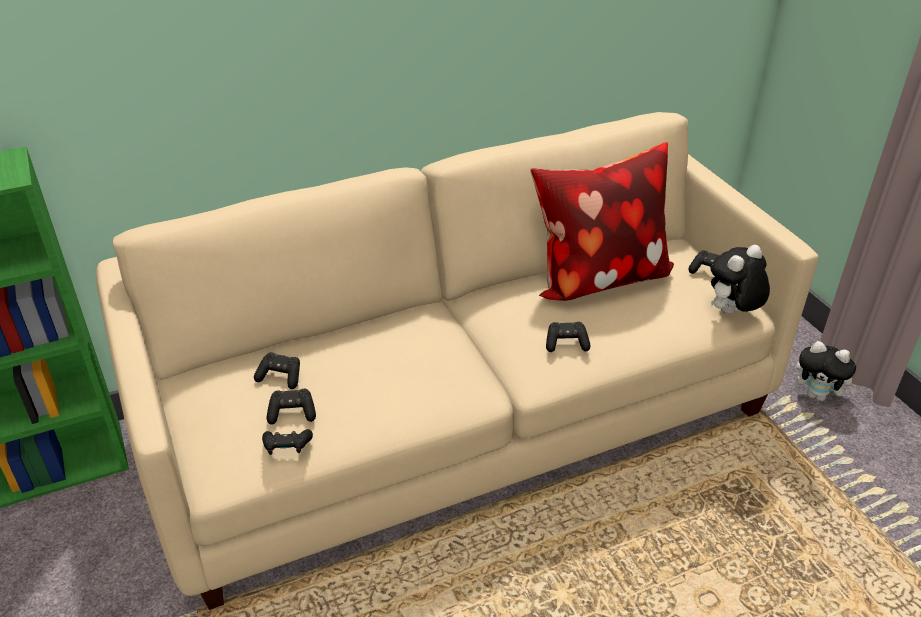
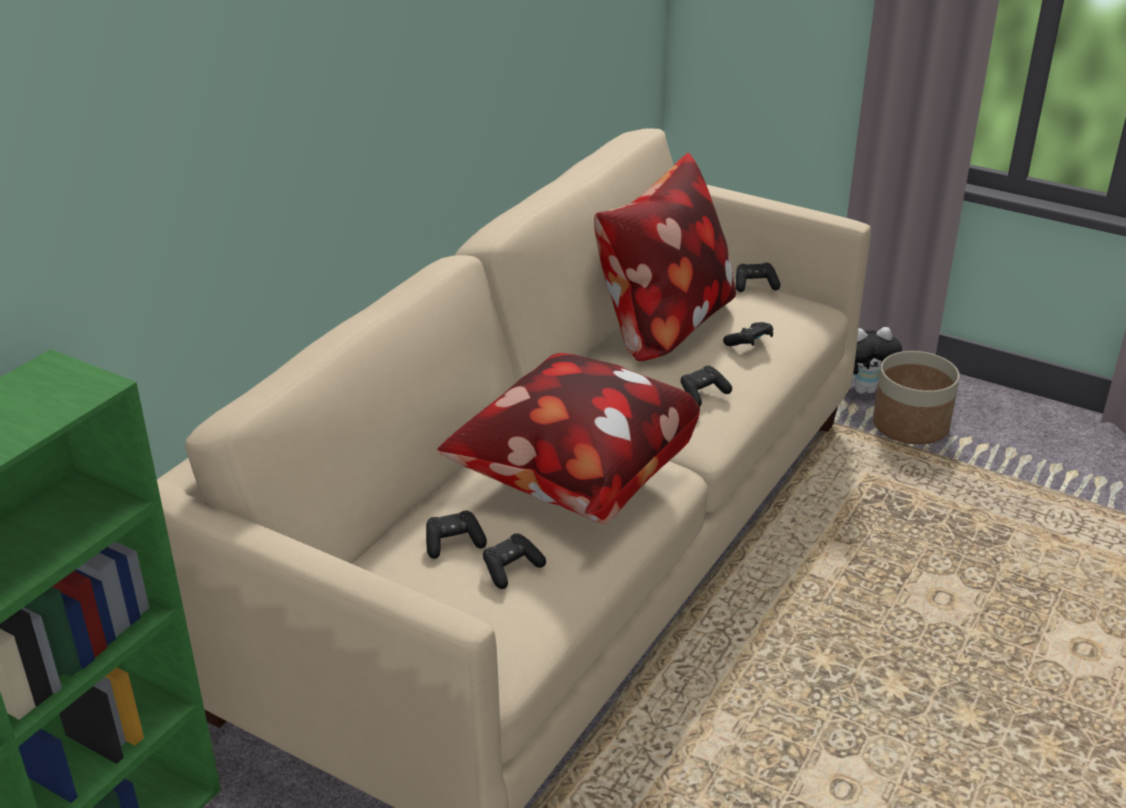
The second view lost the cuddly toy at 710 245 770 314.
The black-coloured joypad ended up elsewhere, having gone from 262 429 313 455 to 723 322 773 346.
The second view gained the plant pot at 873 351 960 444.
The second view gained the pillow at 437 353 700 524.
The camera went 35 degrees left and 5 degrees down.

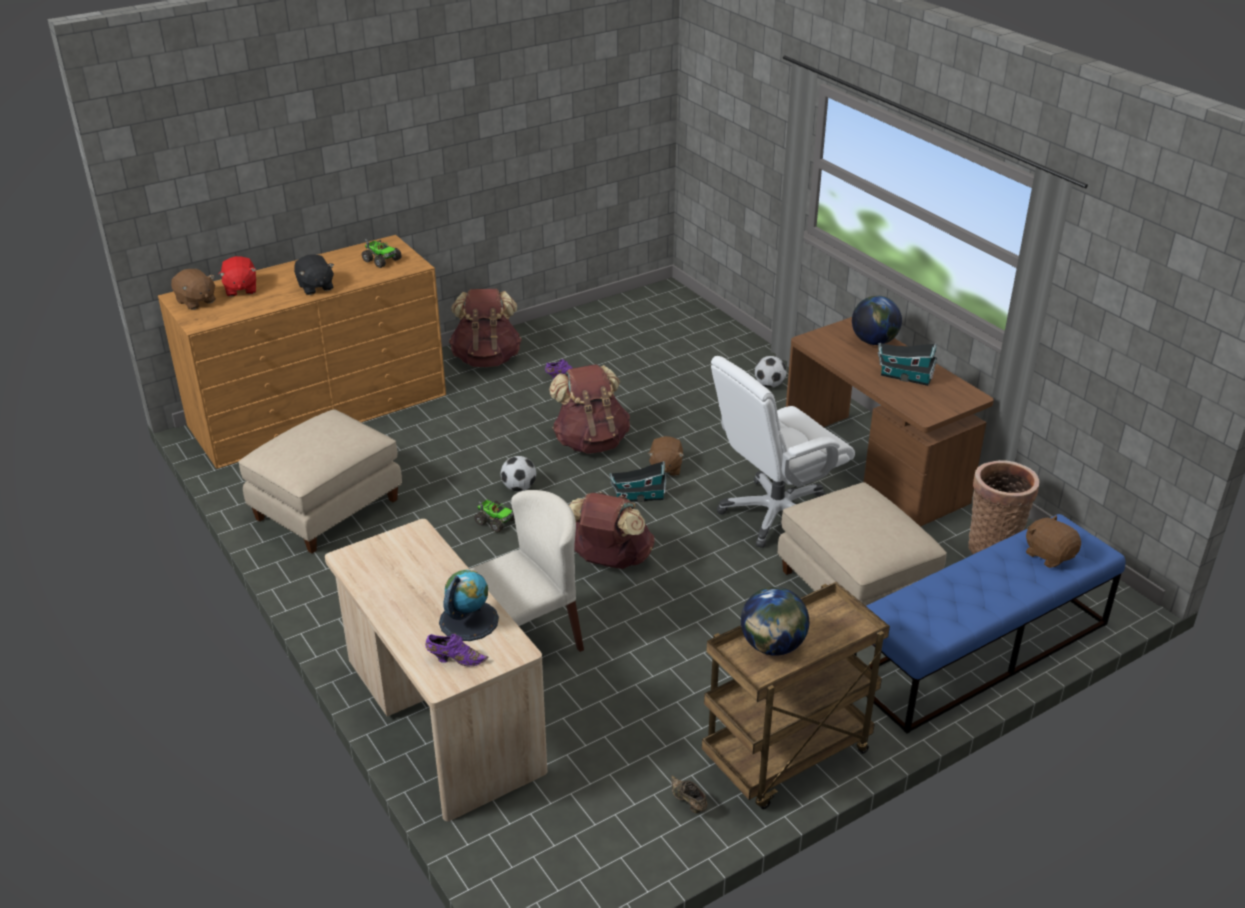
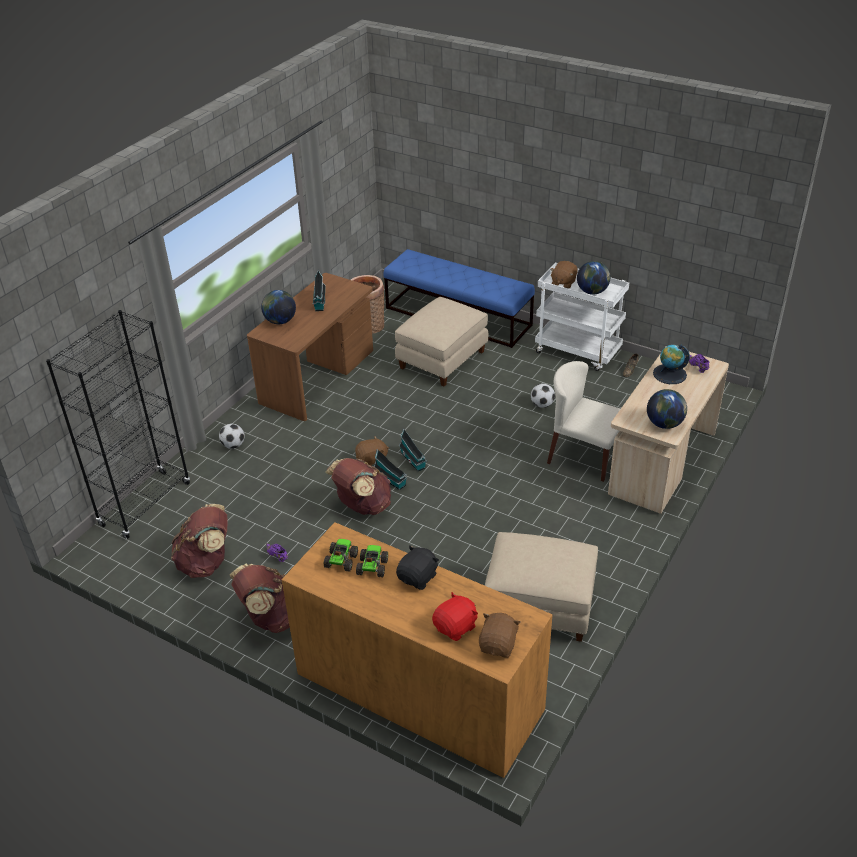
The second view lost the whitish desk chair at 711 356 855 548.
The football ended up elsewhere, having gone from 501 456 536 492 to 531 383 555 408.
The brownish knapsack ended up elsewhere, having gone from 569 492 655 569 to 171 504 227 578.
The model truck ended up elsewhere, having gone from 474 500 515 533 to 356 545 388 577.
The brownish cuddly toy ended up elsewhere, having gone from 1026 515 1081 568 to 550 261 578 289.
What was the brownish wheeled cart at 702 582 890 809 turned into the whitish wheeled cart at 535 262 629 371.
The second view gained the black-coloured bookshelf at 46 310 190 539.
The second view gained the desk globe at 647 389 687 429.
The second view gained the model house at 374 449 408 490.
The camera went 115 degrees left and 5 degrees up.

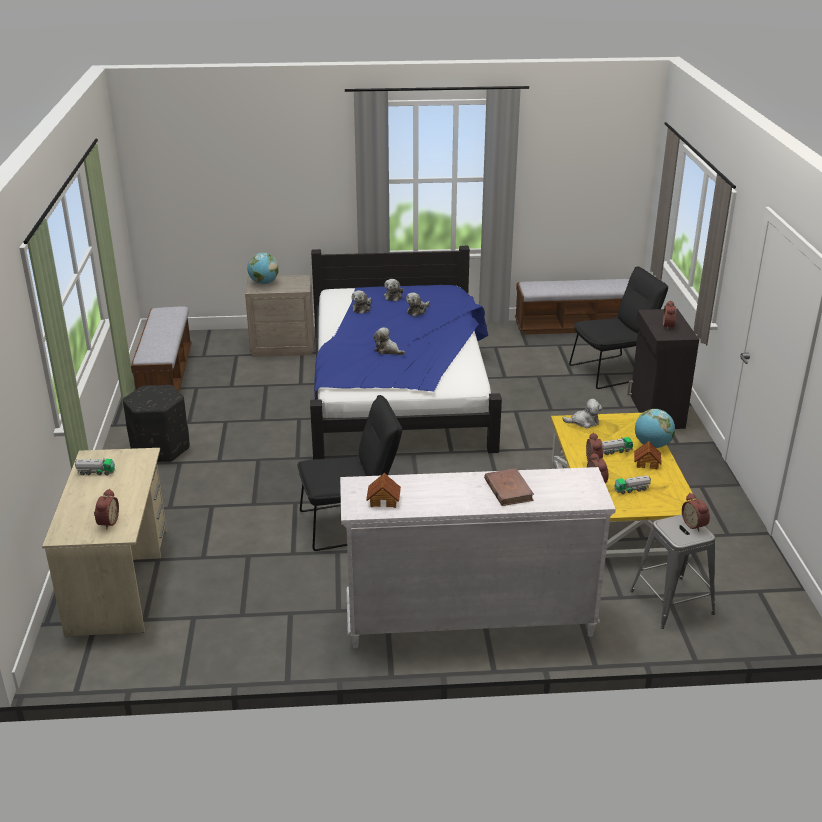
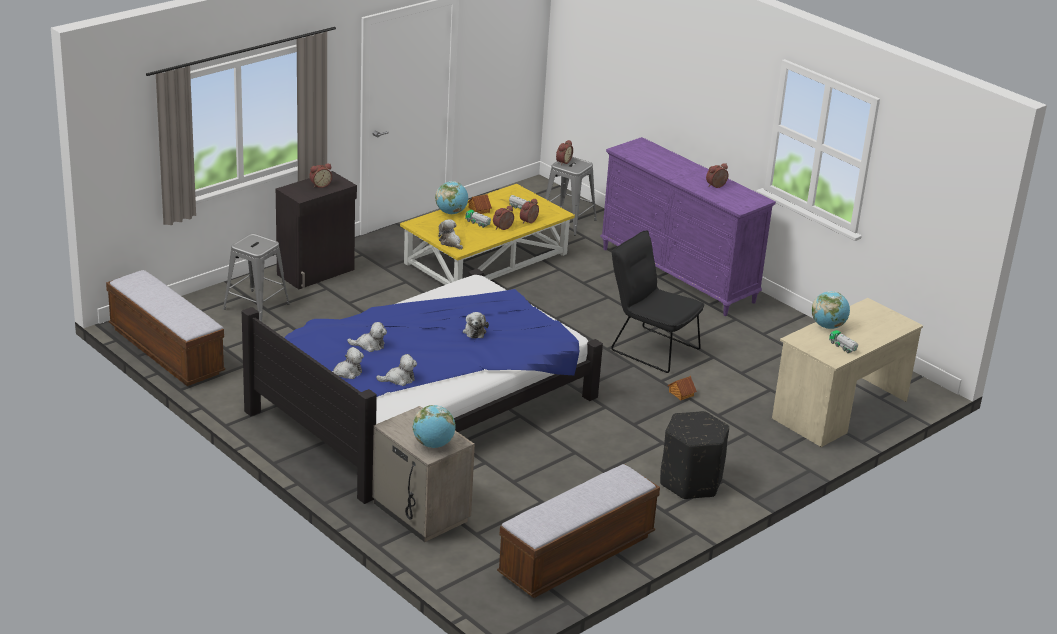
Where the black-coloured plain chair stood at 569 267 668 389, the gray stool seat came to stand at 223 234 290 322.
What was the whitish drawer chest at 340 467 616 648 turned into the purplish drawer chest at 600 137 776 316.
The second view lost the brownish volume at 484 468 534 506.
The model house ended up elsewhere, having gone from 366 473 401 508 to 667 376 697 401.
The bedside clock ended up elsewhere, having gone from 94 489 119 530 to 706 163 729 188.
The second view gained the desk globe at 812 291 850 329.
The camera went 130 degrees left and 0 degrees up.

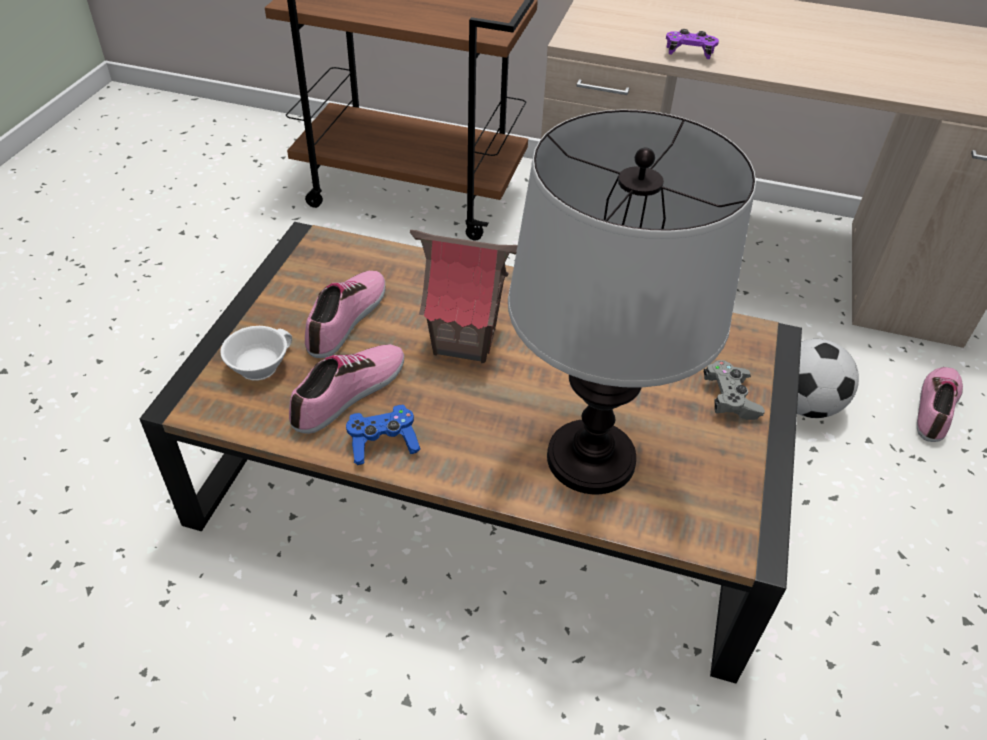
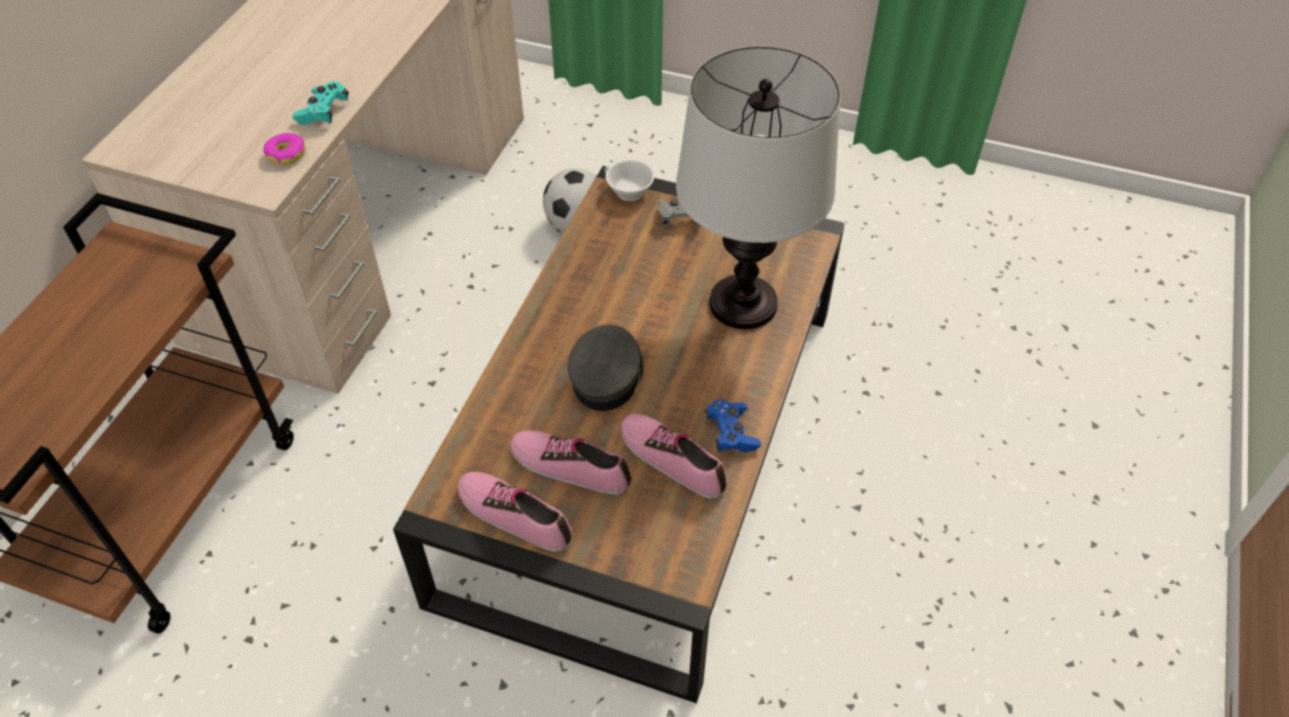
What was the purplish joypad at 666 29 719 59 turned into the turquoise joypad at 292 81 349 125.
Where the model house stood at 410 230 518 363, the gray peaked cap came to stand at 568 325 643 411.
The whitish small cup ended up elsewhere, having gone from 220 326 292 381 to 605 160 655 201.
The shoe ended up elsewhere, having gone from 917 367 963 442 to 457 472 572 552.
The second view gained the donut at 263 133 305 165.
The camera went 85 degrees left and 5 degrees up.

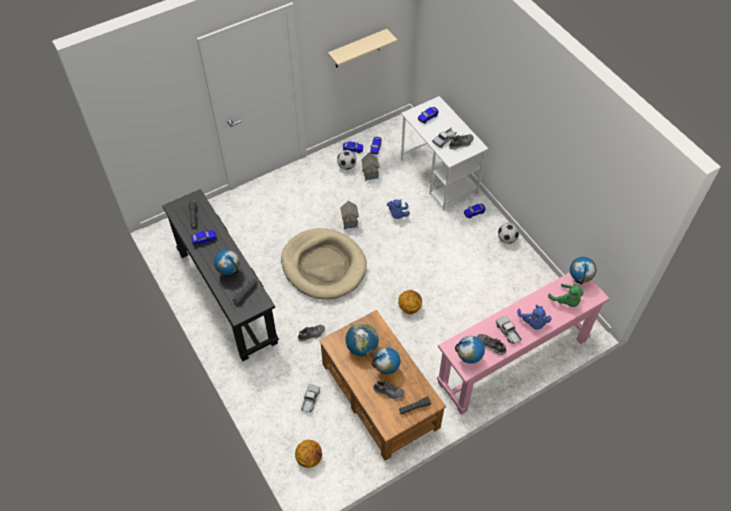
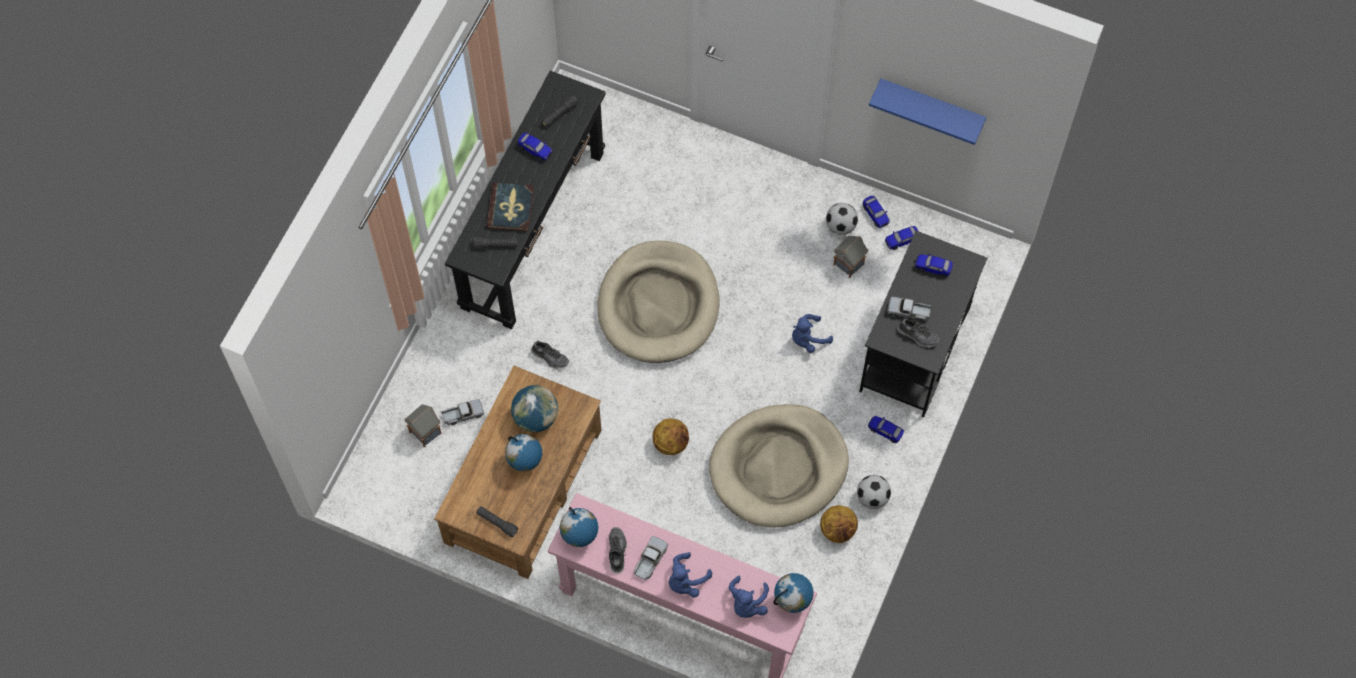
What was the beige-coloured bracket shelf at 328 29 398 68 turned into the blue-coloured bracket shelf at 869 79 986 145.
What was the whitish desk at 401 96 489 211 turned into the black-coloured desk at 859 231 987 417.
The model house ended up elsewhere, having gone from 340 201 359 230 to 405 404 441 447.
Where the desk globe stood at 214 249 240 276, the volume came to stand at 487 182 534 232.
What was the green cuddly toy at 548 284 583 307 turned into the blue-coloured cuddly toy at 728 576 769 618.
The second view lost the shoe at 373 381 404 399.
The basketball ball ended up elsewhere, having gone from 295 440 322 468 to 820 505 858 543.
The second view gained the beige-coloured dog cushion at 709 404 849 528.
The camera went 55 degrees right and 10 degrees up.

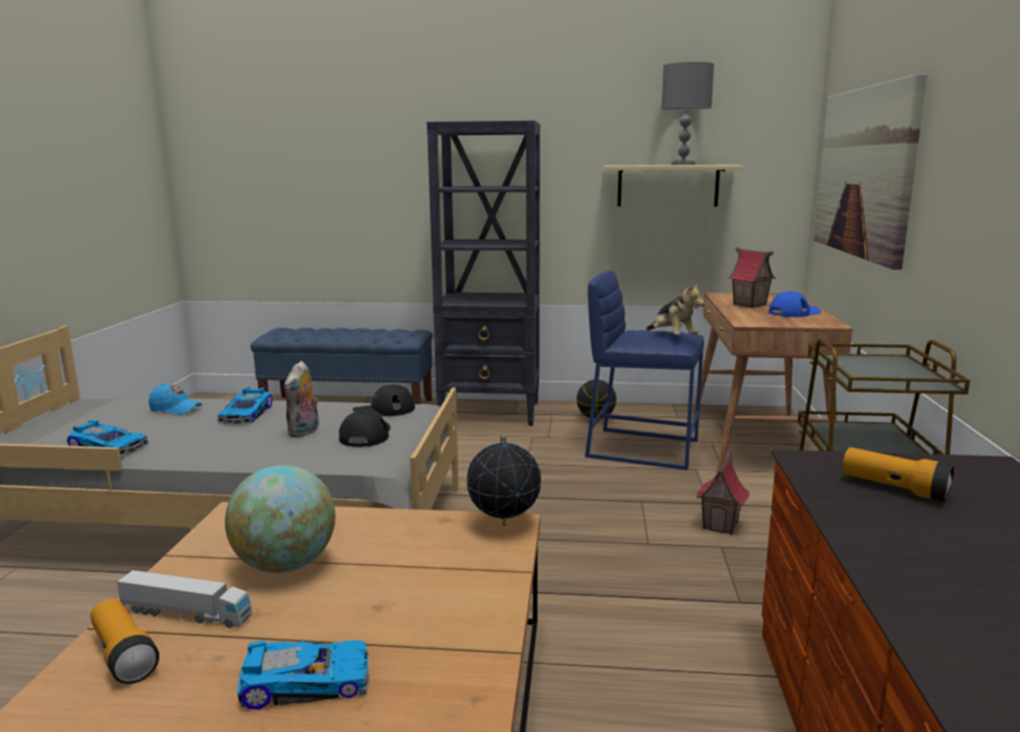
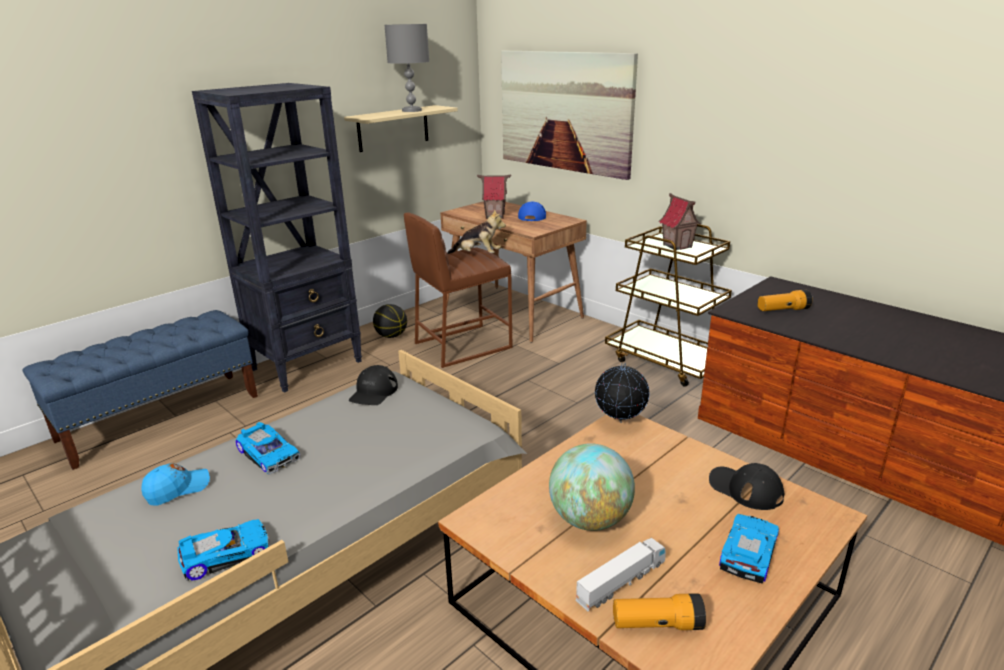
What was the blue-coloured stool seat at 585 271 704 470 turned into the brownish stool seat at 404 212 512 368.
The second view lost the cuddly toy at 284 361 319 438.
The black-coloured peaked cap ended up elsewhere, having gone from 339 410 391 447 to 709 463 784 510.
The model house ended up elsewhere, having gone from 696 452 750 535 to 659 193 701 250.
The camera went 50 degrees left and 10 degrees up.

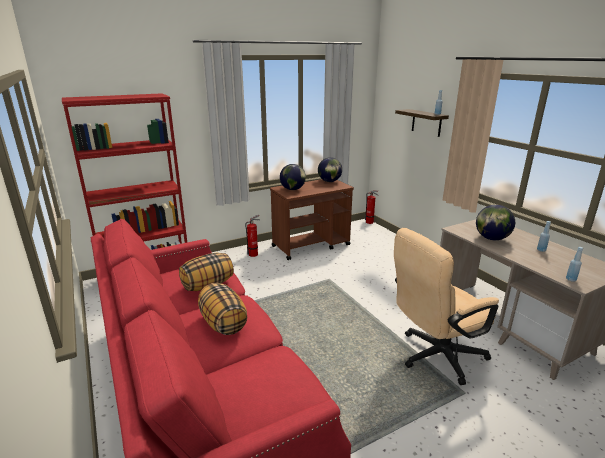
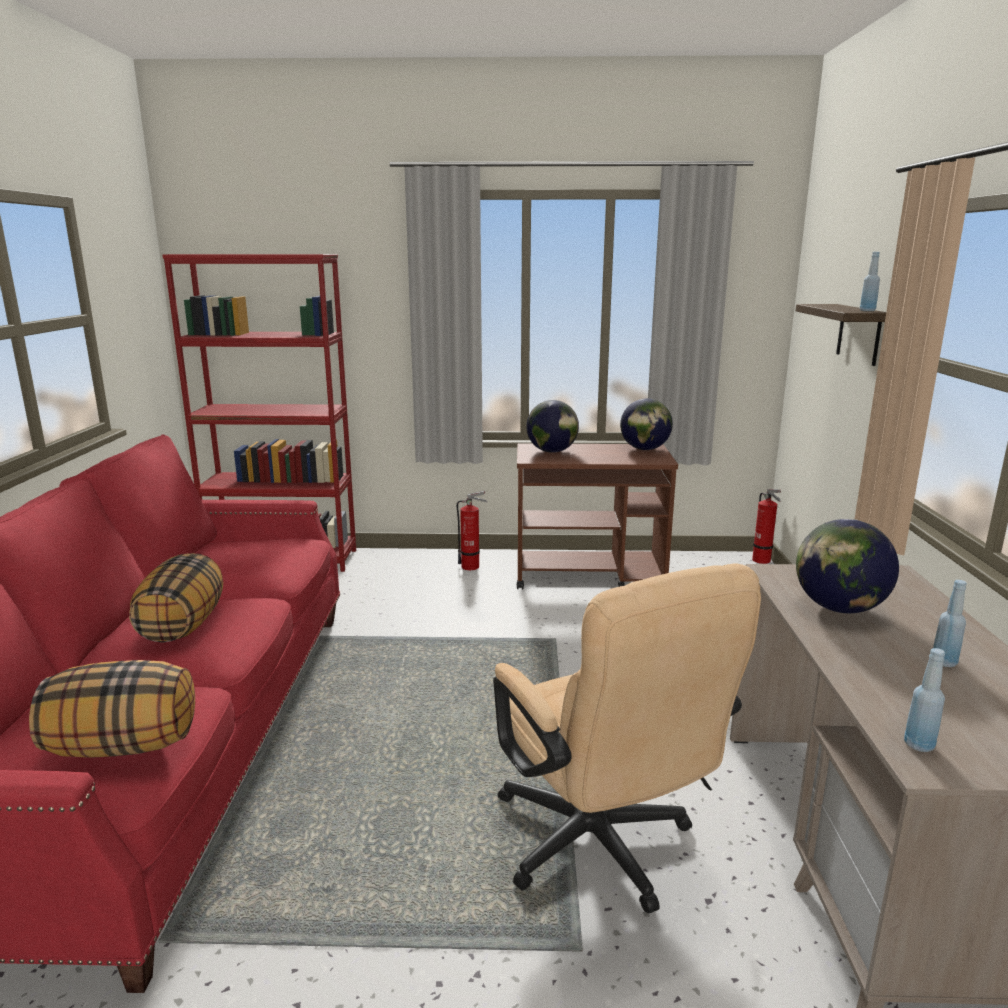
The beige-coloured desk chair at 394 228 499 385 ended up facing another way, 120 degrees counterclockwise from before.
The pillow ended up elsewhere, having gone from 179 253 234 291 to 29 660 195 758.
The camera went 30 degrees right and 5 degrees down.

